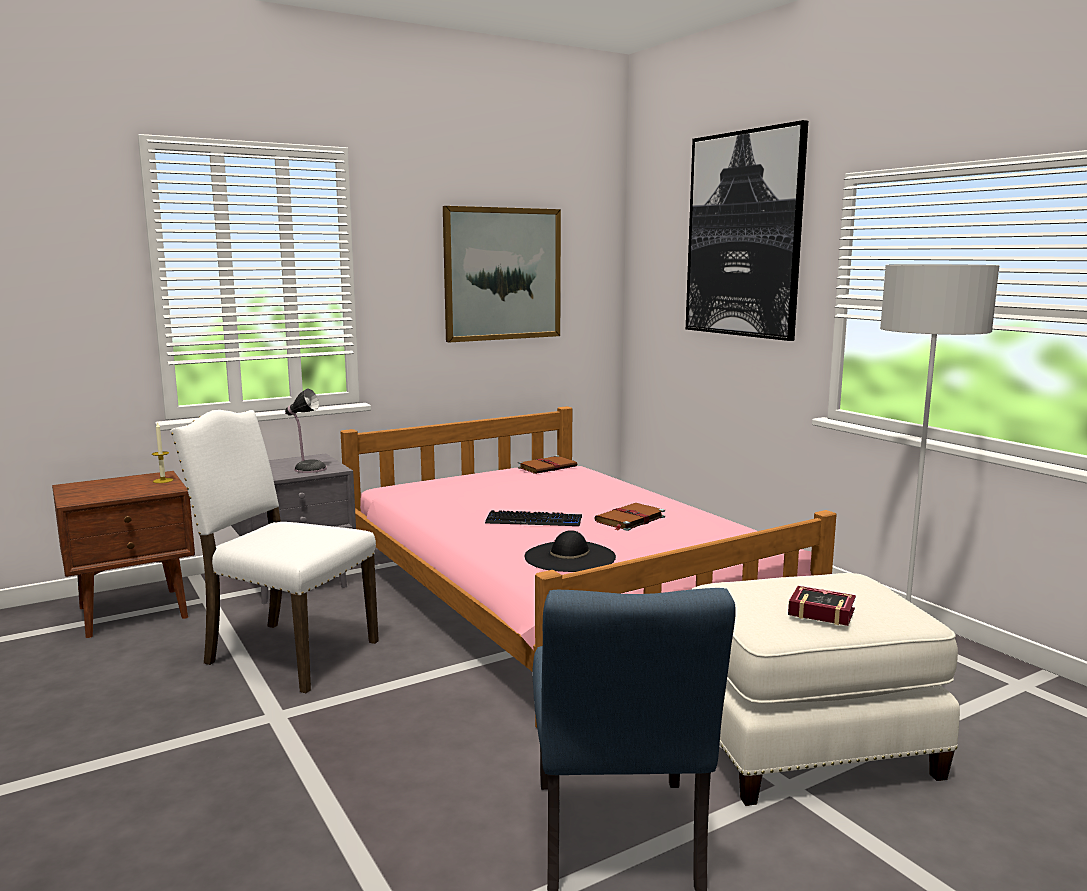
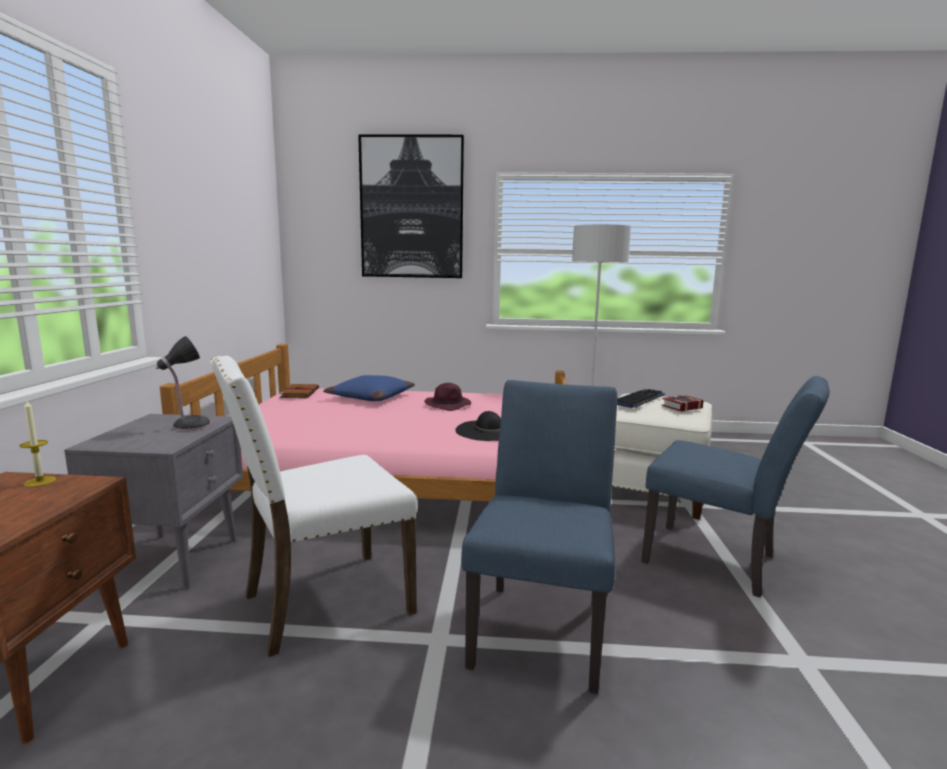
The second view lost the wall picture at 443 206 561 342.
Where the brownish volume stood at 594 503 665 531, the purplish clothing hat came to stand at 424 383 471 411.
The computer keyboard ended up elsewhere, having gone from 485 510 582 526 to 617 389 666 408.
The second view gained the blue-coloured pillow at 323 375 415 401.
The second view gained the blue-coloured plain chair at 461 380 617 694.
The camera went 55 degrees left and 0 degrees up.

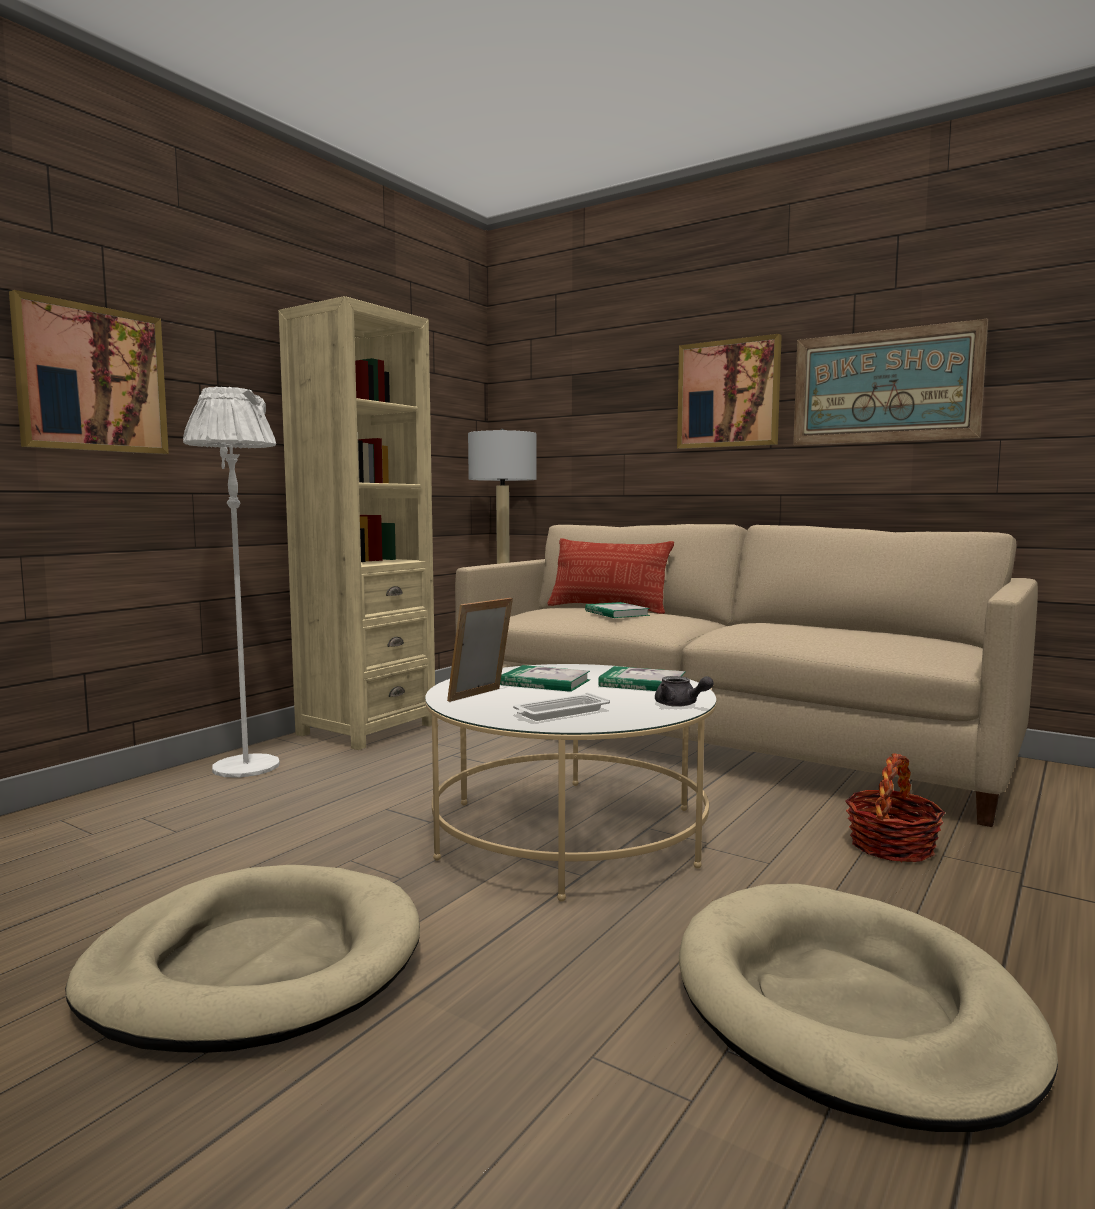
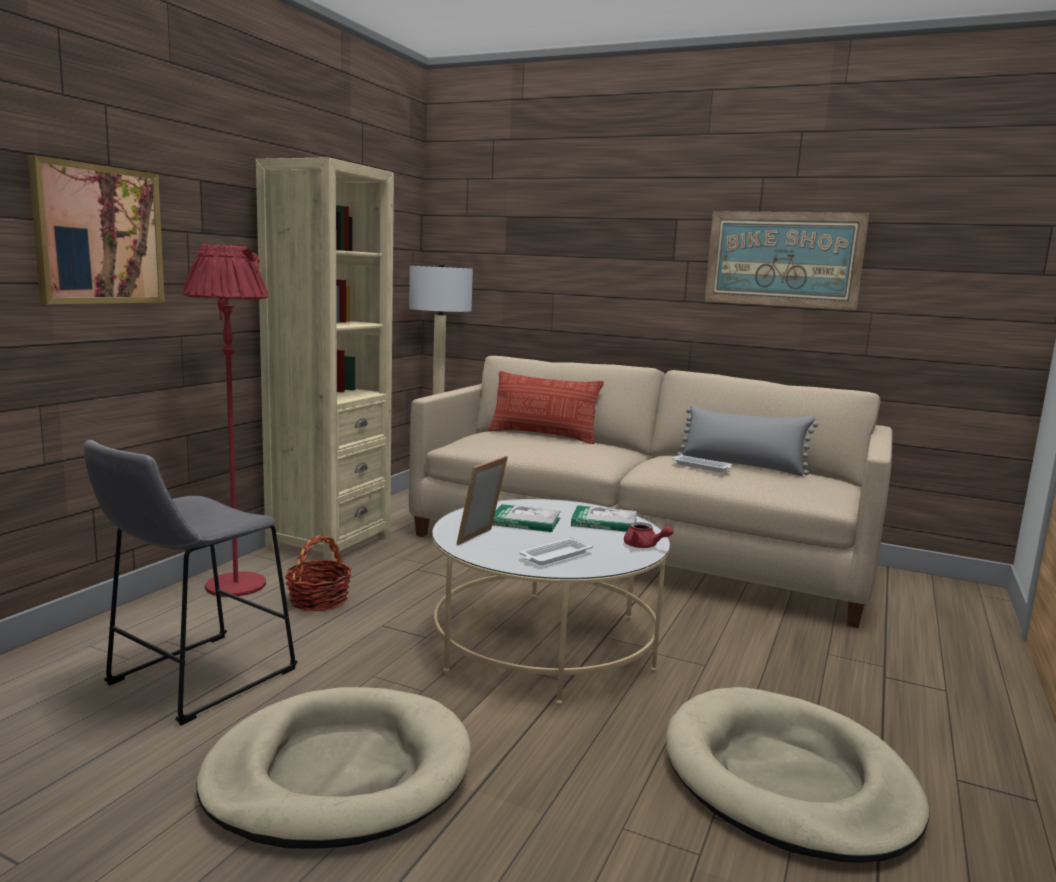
The second view lost the wall picture at 677 334 782 449.
What was the whitish floor lamp at 183 387 280 778 turned into the red-coloured floor lamp at 183 244 268 597.
The second view lost the volume at 585 602 650 618.
What was the gray tea pot at 655 676 714 707 turned into the red-coloured tea pot at 624 522 674 548.
The basket ended up elsewhere, having gone from 845 754 945 862 to 285 535 352 611.
The second view gained the gray pillow at 677 405 818 476.
The second view gained the gray stool seat at 84 440 297 725.
The second view gained the whitish serving tray at 672 454 732 472.
The camera went 10 degrees left and 5 degrees up.

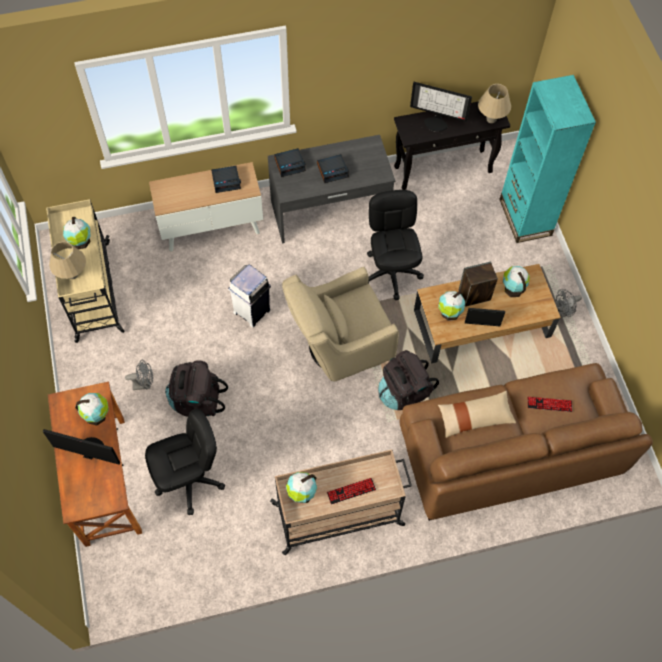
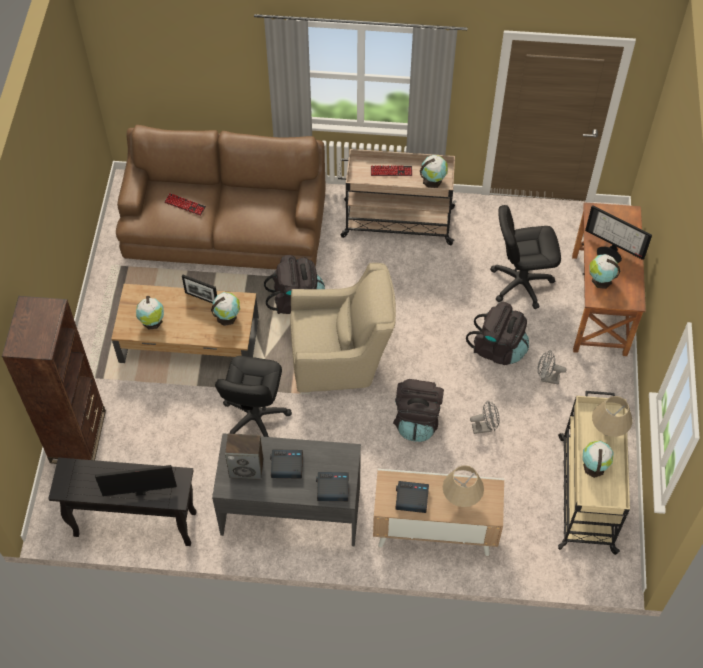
What was the turquoise bookshelf at 499 75 596 243 turned into the brownish bookshelf at 2 296 106 464.
The computer screen at 410 82 472 132 ended up facing another way, 45 degrees counterclockwise from before.
The beige-coloured lamp for a table ended up elsewhere, having gone from 478 84 511 123 to 443 465 484 507.
The speaker ended up elsewhere, having gone from 459 262 498 307 to 225 434 263 479.
Where the whitish trash can stood at 228 264 271 328, the black-coloured knapsack came to stand at 393 379 444 442.
The gray electric fan ended up elsewhere, having gone from 556 289 582 318 to 470 400 500 434.
The second view lost the beige-coloured pillow at 438 391 516 438.
The camera went 160 degrees left and 5 degrees down.

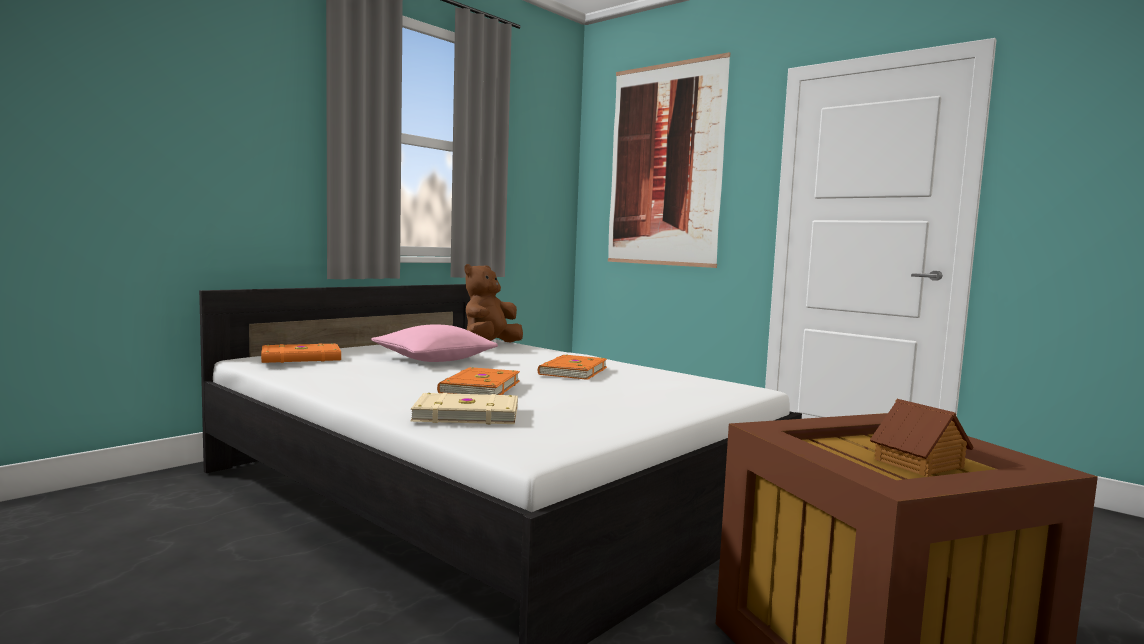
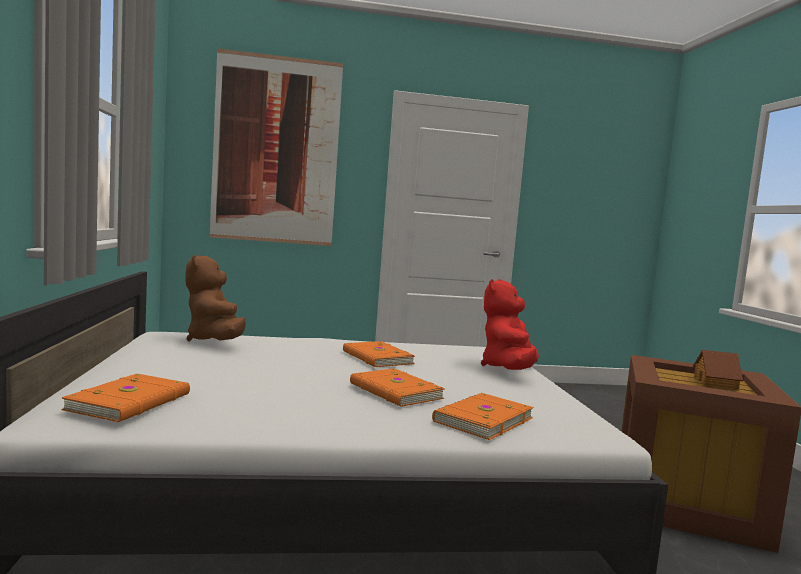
The second view lost the pink pillow at 371 325 498 362.
What was the beige-coloured volume at 411 393 518 424 turned into the orangey volume at 432 393 534 440.
The second view gained the red-coloured cuddly toy at 481 279 539 370.
The camera went 50 degrees left and 0 degrees up.

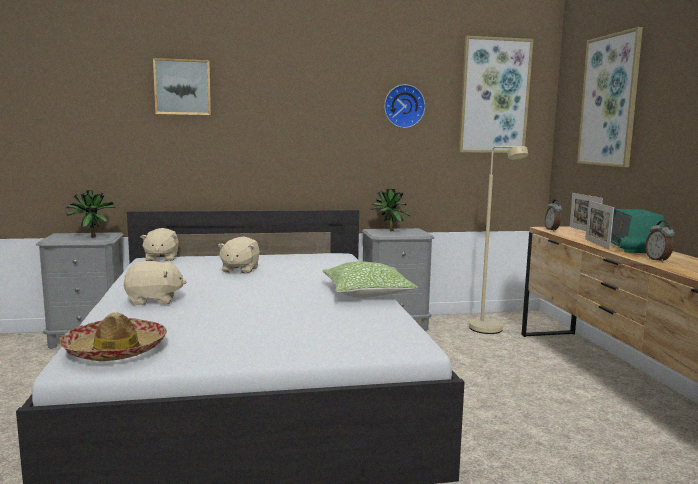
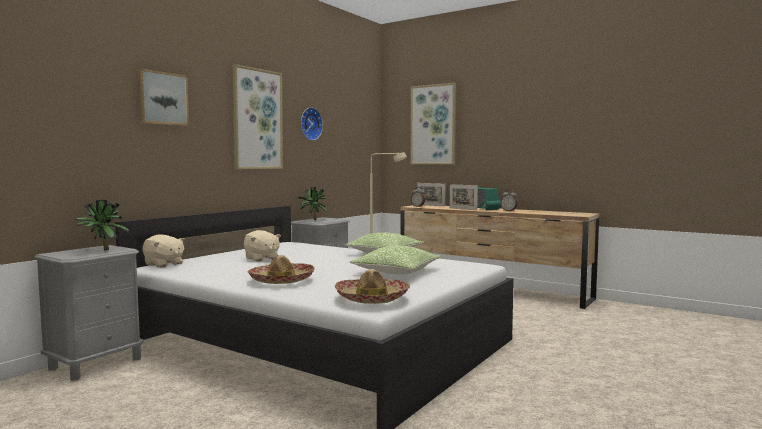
The wall picture ended up elsewhere, having gone from 459 36 533 153 to 233 64 283 169.
Where the beige-coloured cuddly toy stood at 123 261 186 305, the clothing hat came to stand at 248 255 315 284.
The second view gained the pillow at 350 246 441 275.
The camera went 45 degrees left and 5 degrees down.

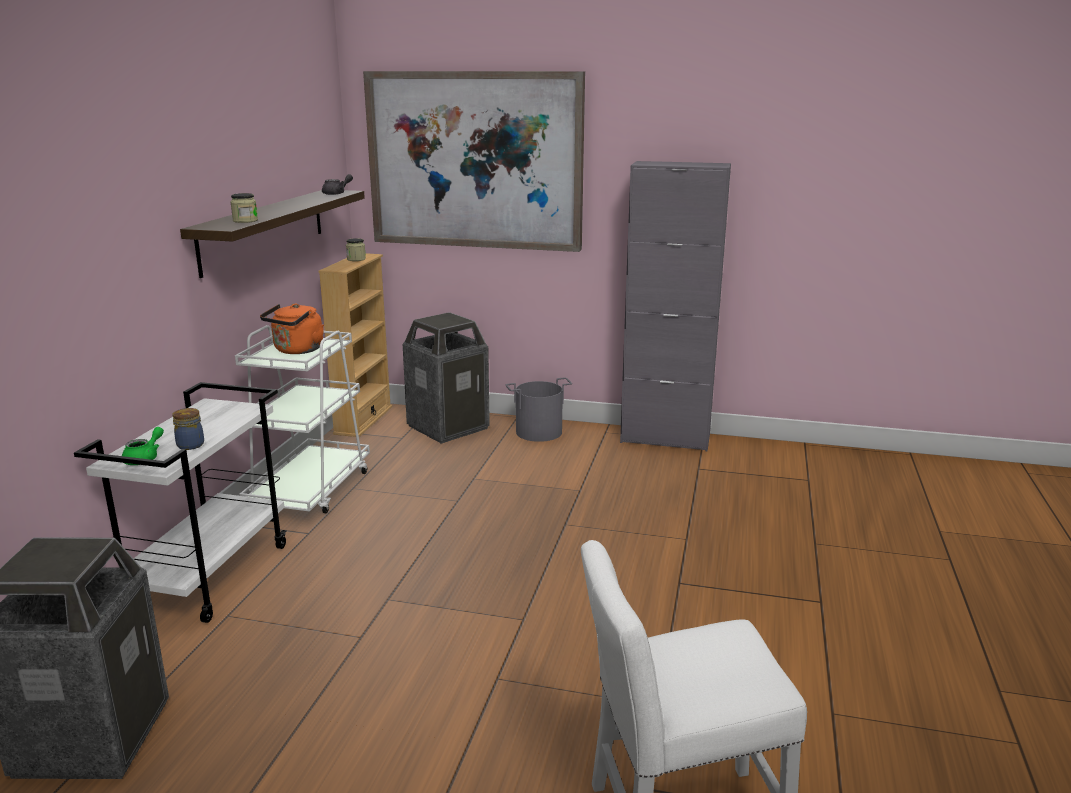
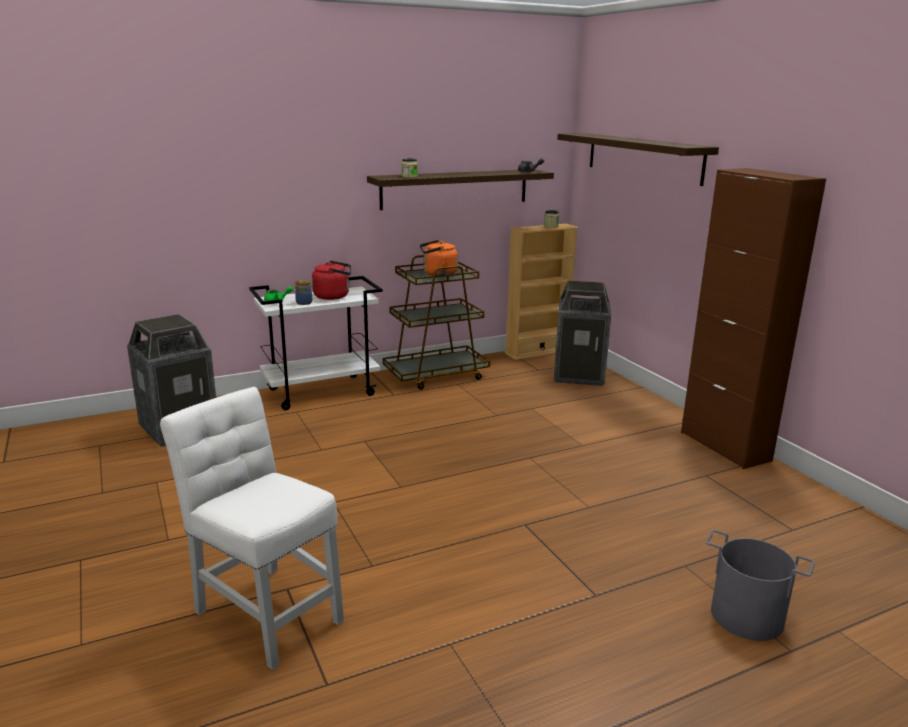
Where the wall picture hung at 363 71 585 252, the bracket shelf came to hang at 557 133 719 186.
What was the gray storage cabinet at 620 161 731 451 turned into the brownish storage cabinet at 681 168 826 469.
What was the whitish wheeled cart at 235 325 370 513 turned into the brownish wheeled cart at 383 255 490 390.
The gray pail ended up elsewhere, having gone from 506 377 572 442 to 706 530 814 641.
The second view gained the red-coloured water kettle at 312 261 351 300.
The camera went 50 degrees right and 0 degrees up.

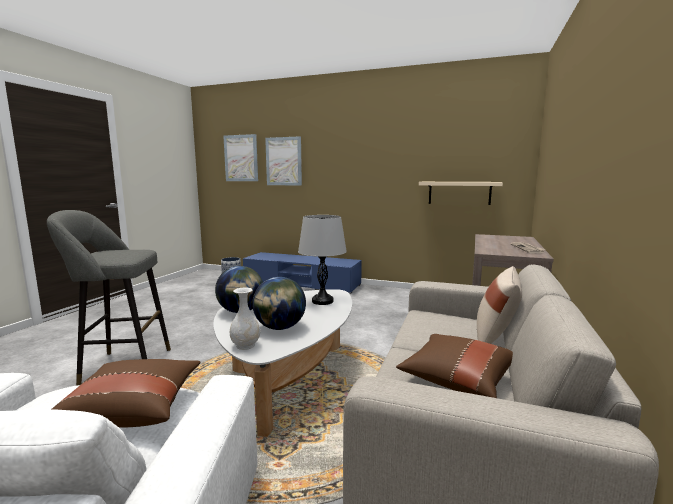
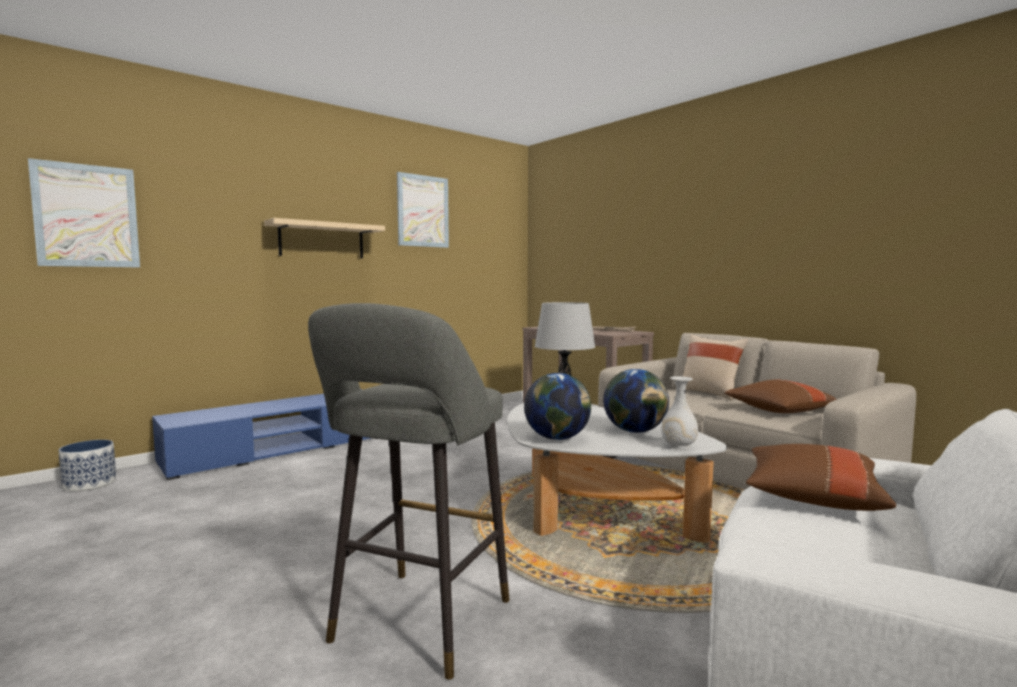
The wall picture ended up elsewhere, having gone from 265 136 302 186 to 397 172 449 248.
The beige-coloured bracket shelf ended up elsewhere, having gone from 419 182 503 205 to 264 218 385 258.
The camera went 60 degrees left and 5 degrees down.

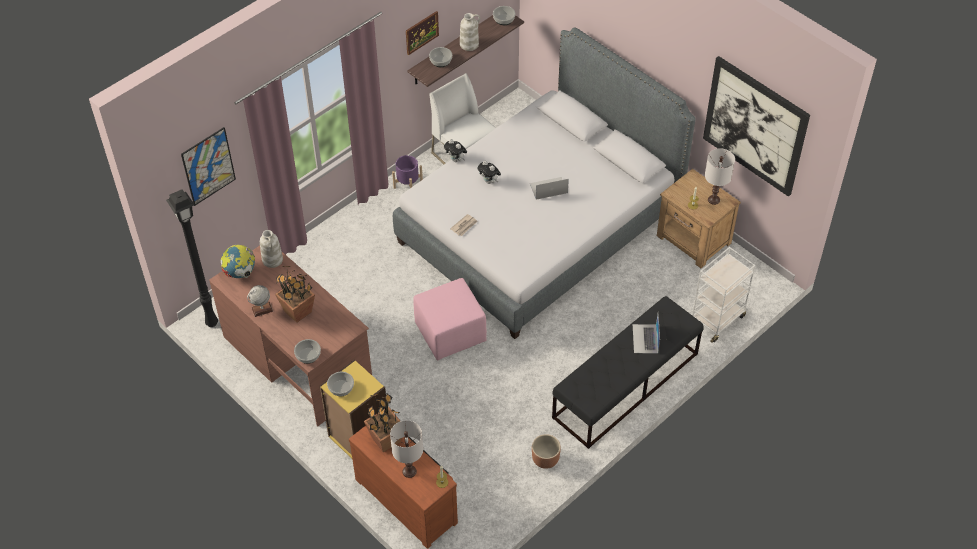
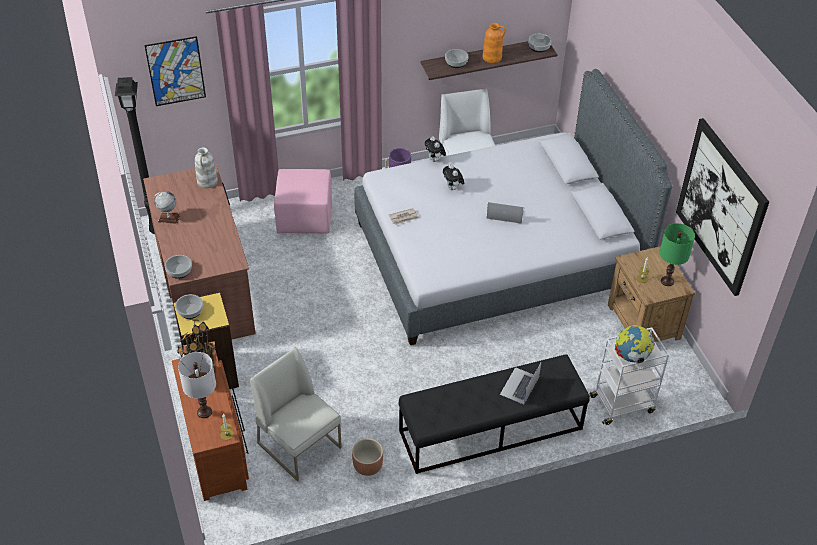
The second view lost the wall picture at 406 11 439 55.
What was the whitish flower vase at 460 13 480 51 turned into the orangey flower vase at 483 23 506 63.
What was the whitish lamp for a table at 705 148 735 205 turned into the green lamp for a table at 659 223 695 286.
The desk globe ended up elsewhere, having gone from 221 245 255 278 to 615 325 655 364.
The second view lost the plant in a pot at 275 266 315 323.
The pink footrest ended up elsewhere, having gone from 413 278 487 360 to 274 169 332 234.
The second view gained the whitish plain chair at 250 347 342 481.
The camera went 25 degrees right and 5 degrees down.

